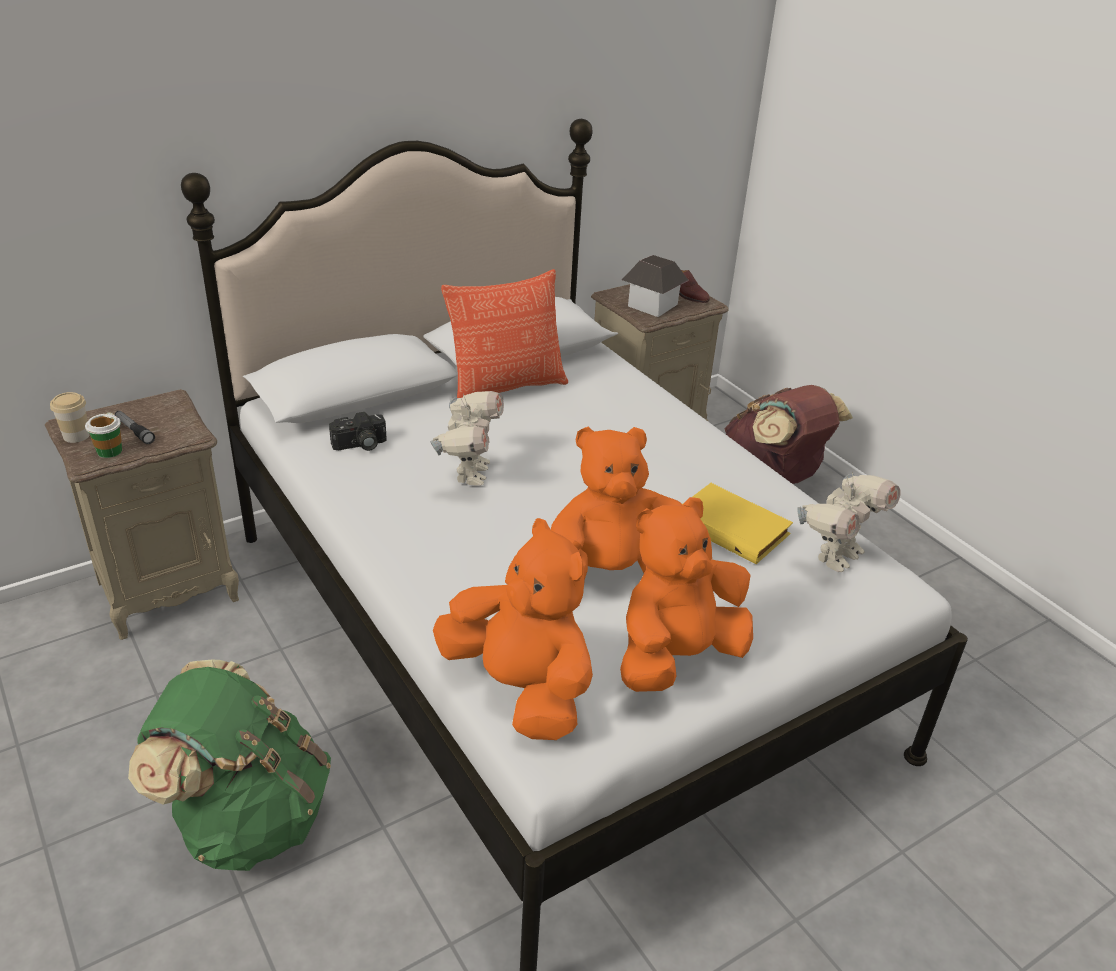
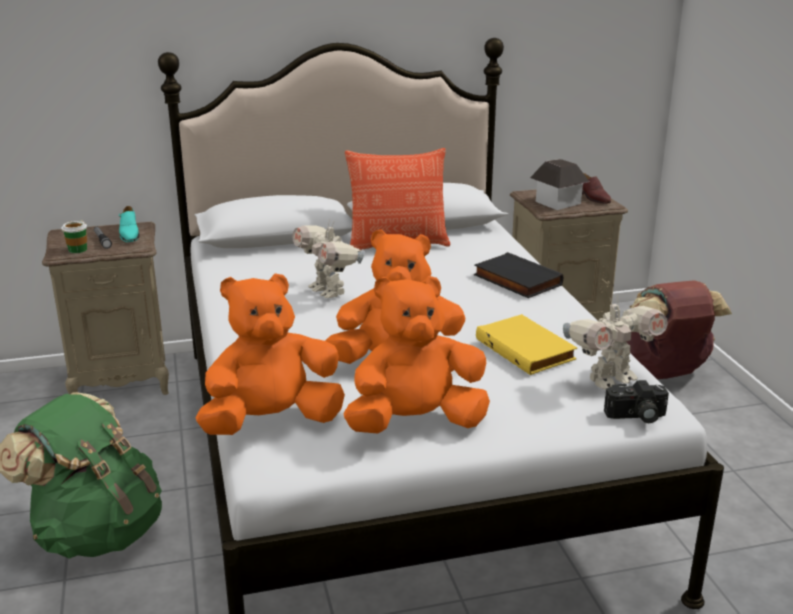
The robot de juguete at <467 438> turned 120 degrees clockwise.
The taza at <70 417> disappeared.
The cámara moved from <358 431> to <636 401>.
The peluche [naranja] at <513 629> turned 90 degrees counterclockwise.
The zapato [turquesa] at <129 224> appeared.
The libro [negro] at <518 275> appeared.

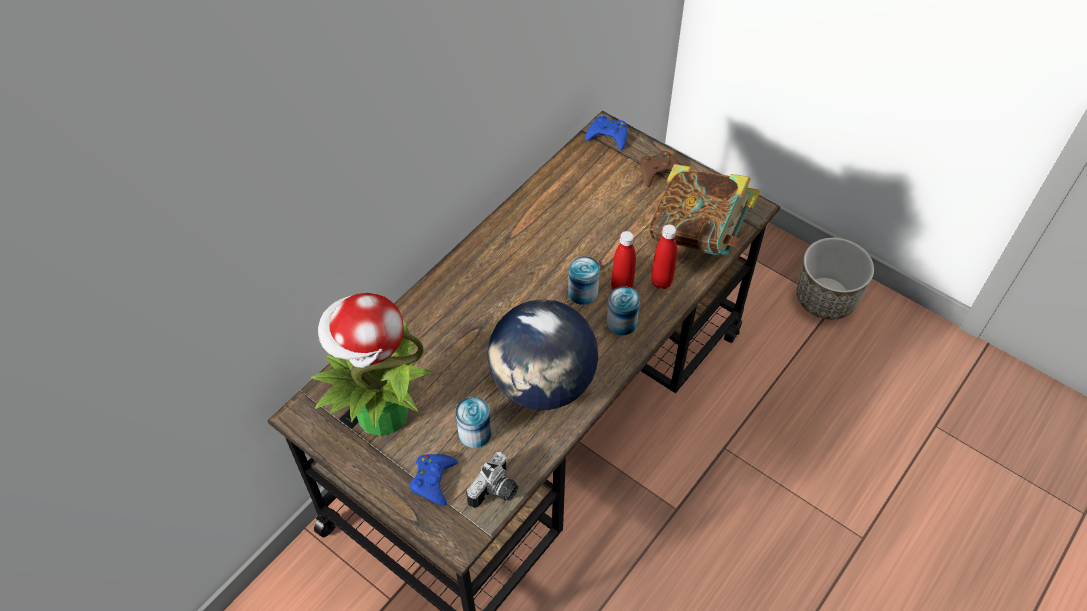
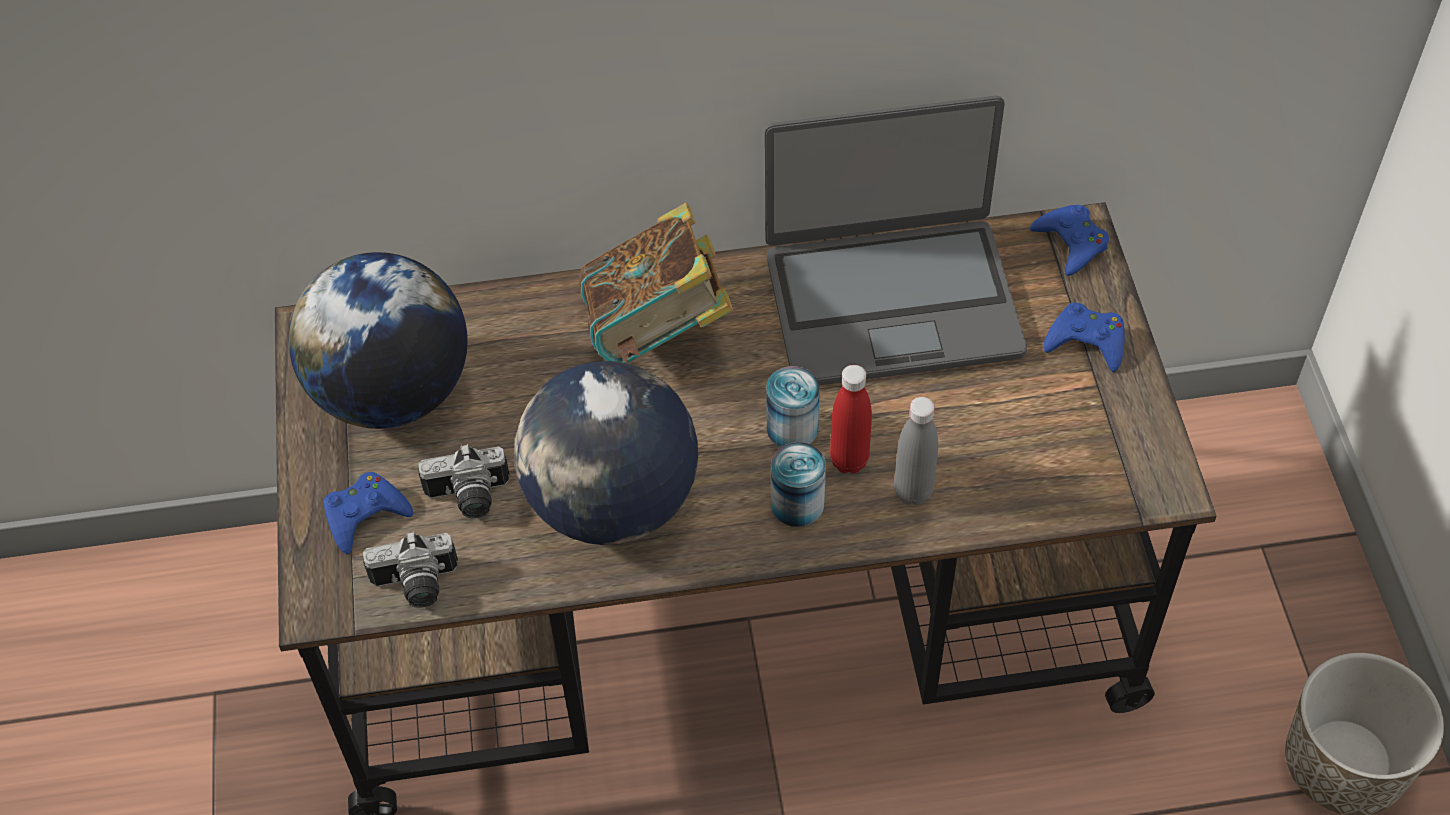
The mando de consola [marrón] at <660 169> became the mando de consola [azul] at <1084 337>.
The libro moved from <704 209> to <656 282>.
The botella [rojo] at <664 256> became the botella [gris] at <916 451>.
The planta en maceta at <371 364> was replaced by the globo terráqueo at <378 340>.
The lata at <473 422> was replaced by the cámara at <464 481>.
The portátil at <896 240> appeared.

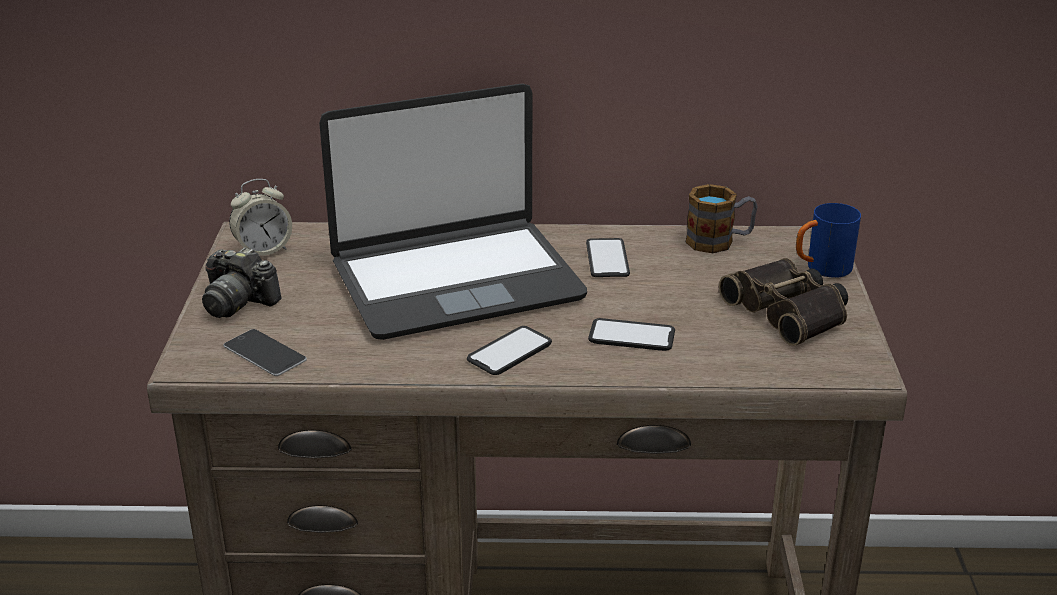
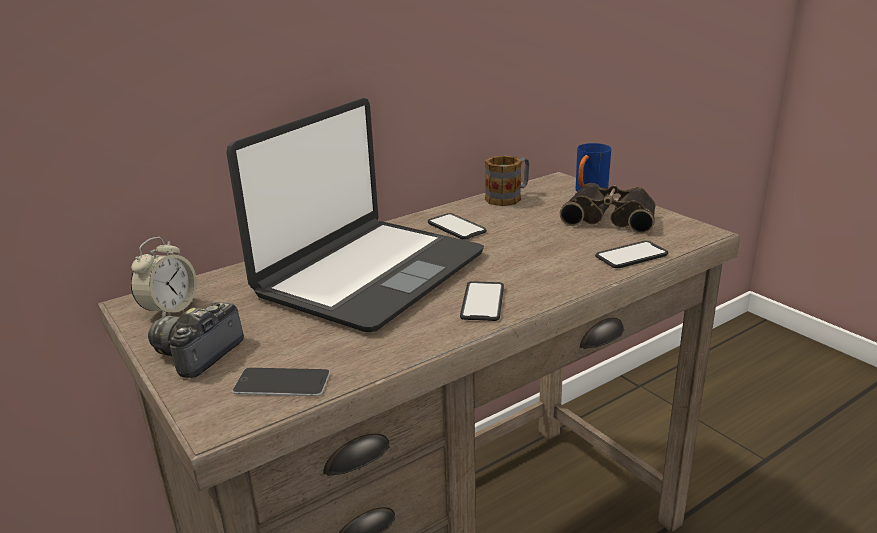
The cámara at <241 282> turned 120 degrees clockwise.
The móvil moved from <631 334> to <631 254>.

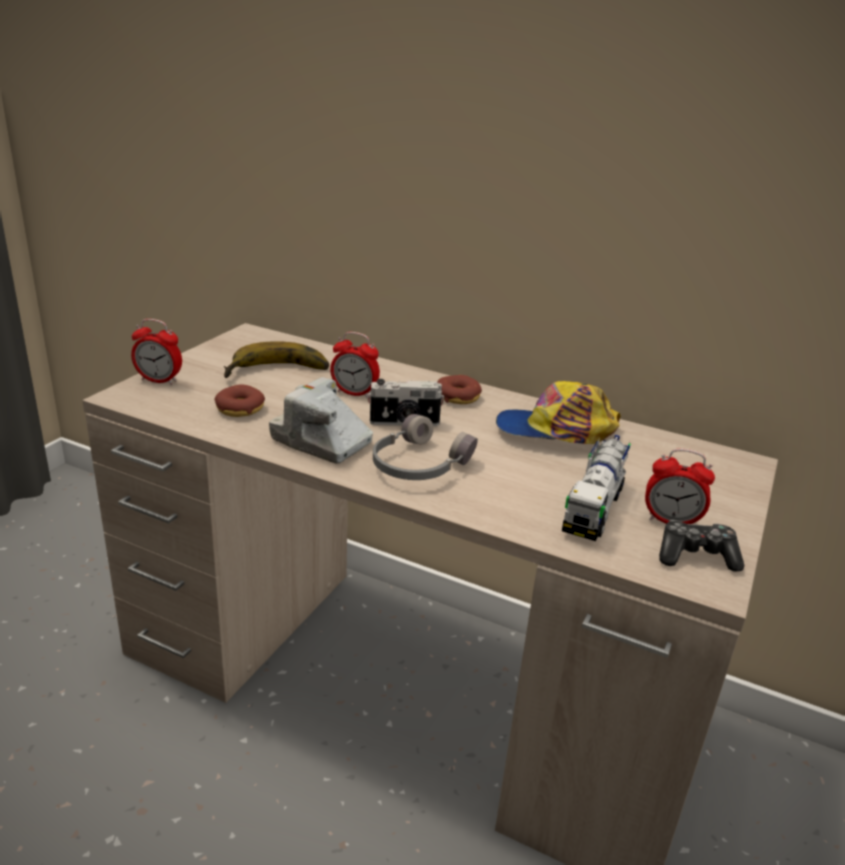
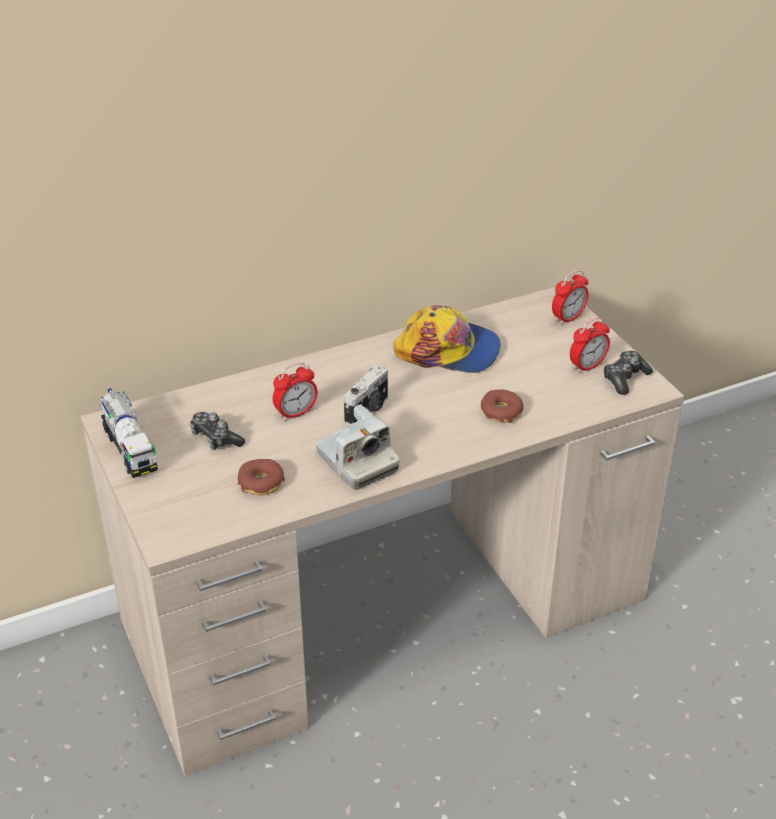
The despertador moved from <156 352> to <570 297>.
The plátano at <276 359> was replaced by the mando de consola at <217 431>.
The rosquilla moved from <459 389> to <502 406>.
The cámara at <321 420> turned 105 degrees counterclockwise.
The gorra at <558 412> turned 120 degrees counterclockwise.
The auriculares [gris] at <425 447> disappeared.
The camión de juguete moved from <596 488> to <129 433>.

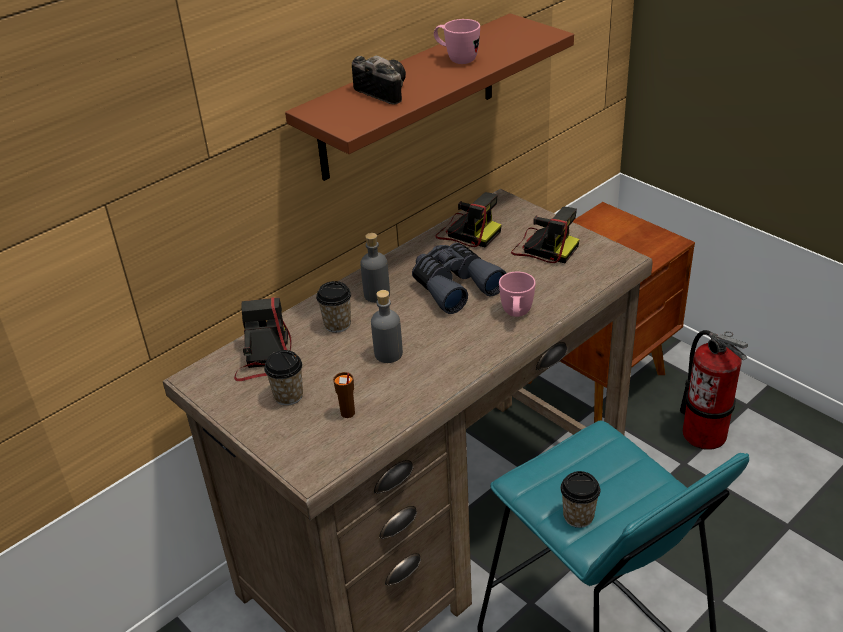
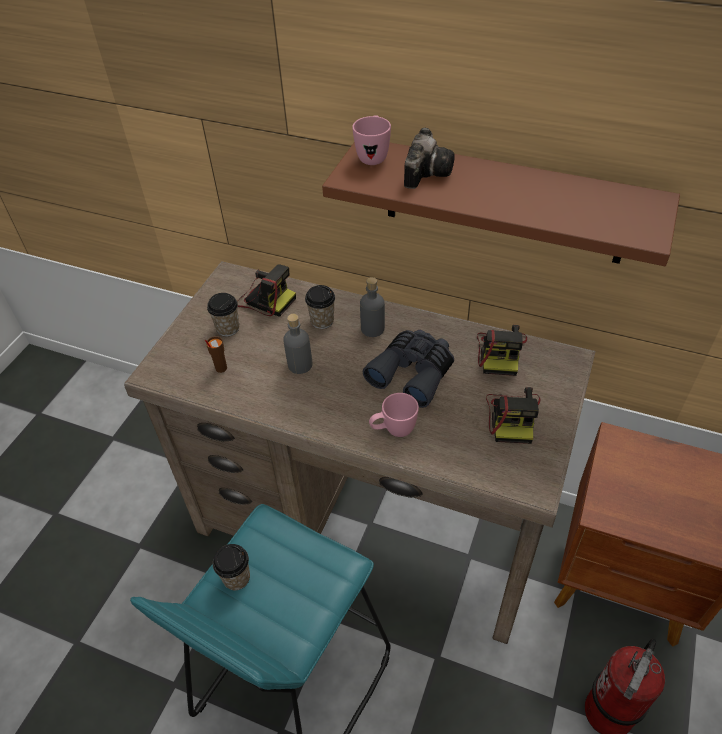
The taza grande [rosa] moved from <457 41> to <371 140>.
The cámara at <263 339> turned 60 degrees clockwise.

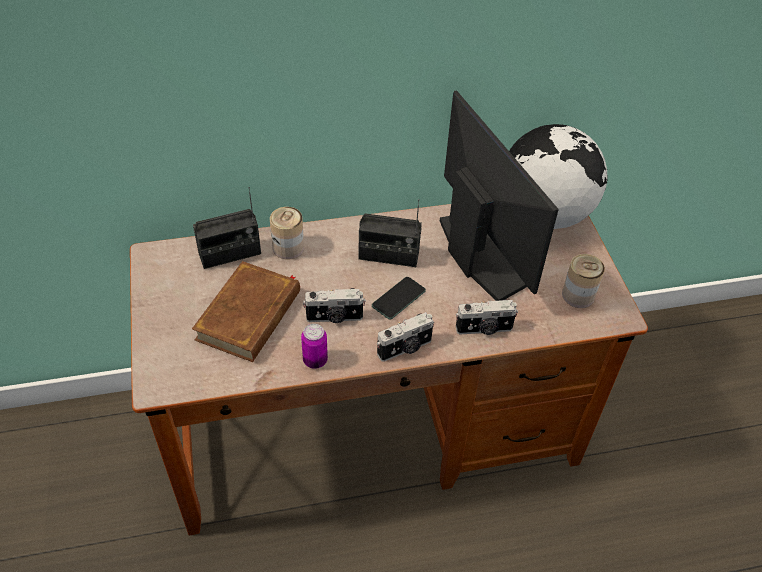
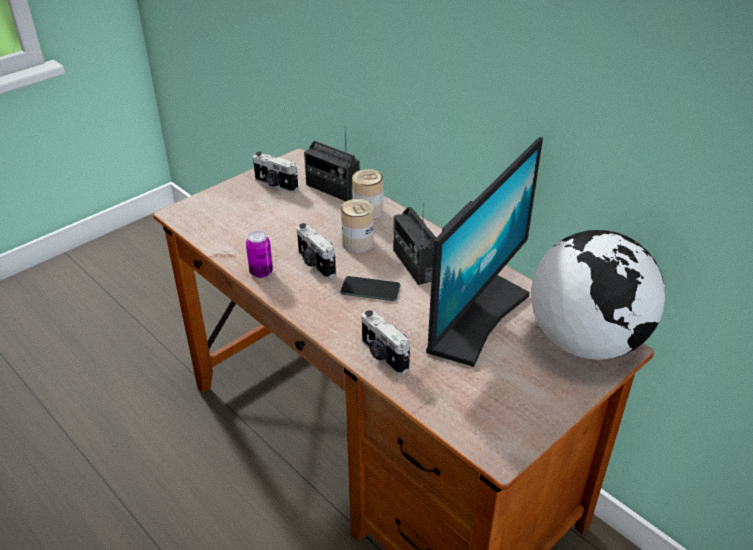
The lata moved from <583 281> to <357 226>.
The libro [marrón] at <246 311> disappeared.
The cámara moved from <405 337> to <275 172>.

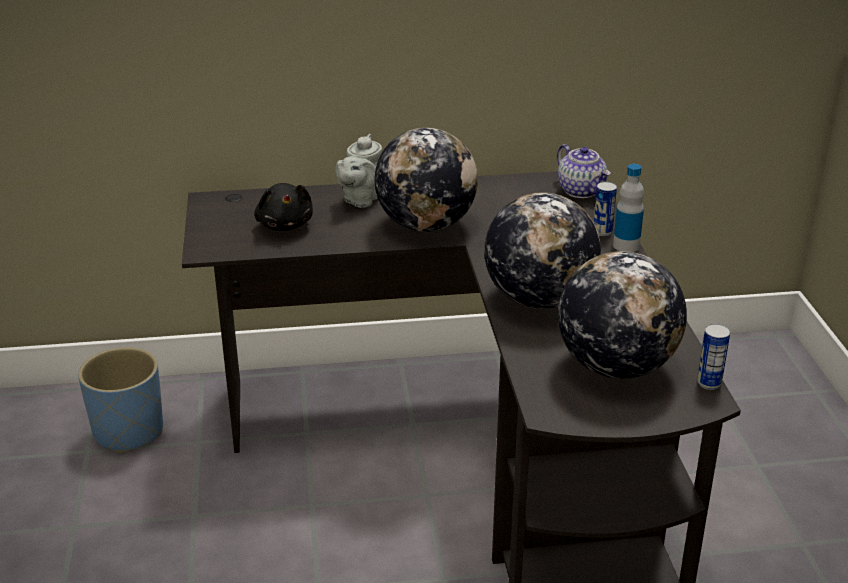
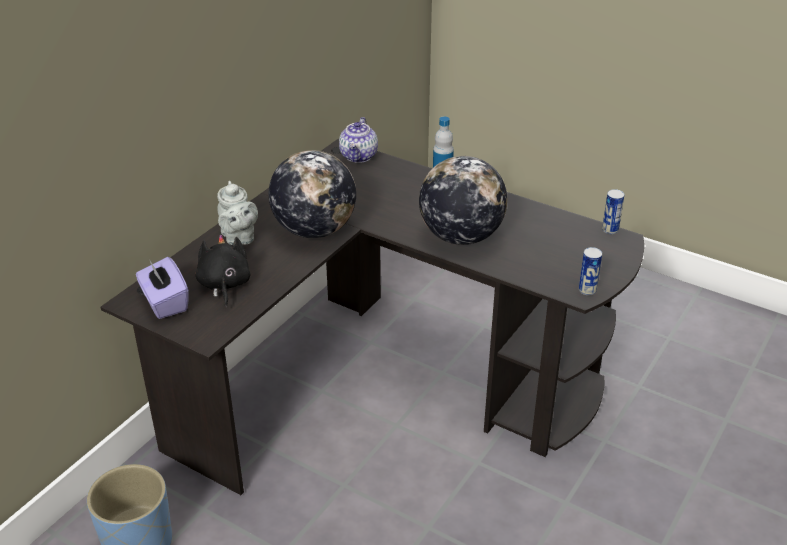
The tetera at <584 171> turned 90 degrees clockwise.
The lata moved from <605 209> to <590 271>.
The peluche [negro] at <283 207> turned 120 degrees counterclockwise.
The globo terráqueo at <622 315> disappeared.
The caja de pañuelos [morado] at <162 288> appeared.

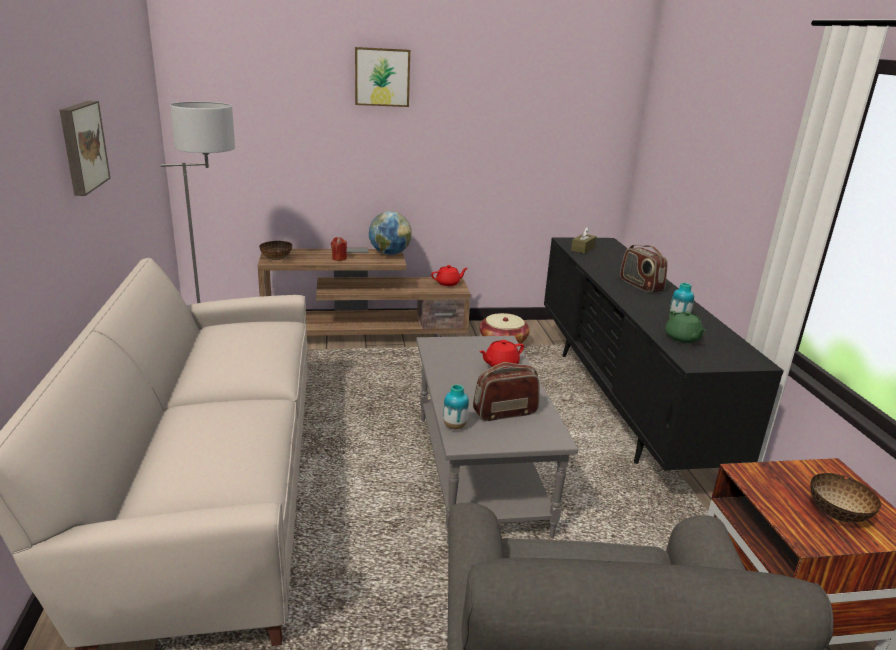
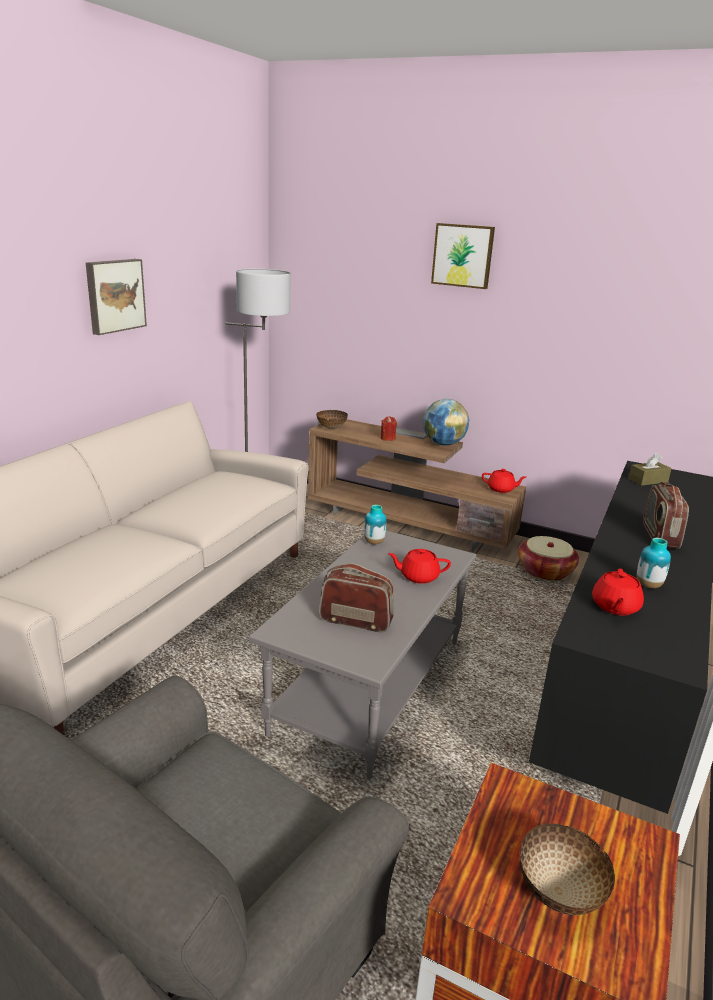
The tetera [verde] at <685 327> became the tetera [rojo] at <618 591>.
The florero moved from <456 406> to <375 524>.

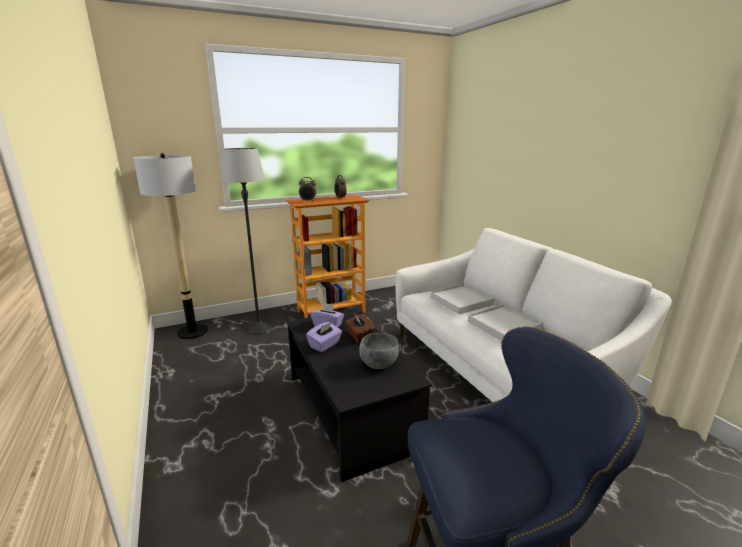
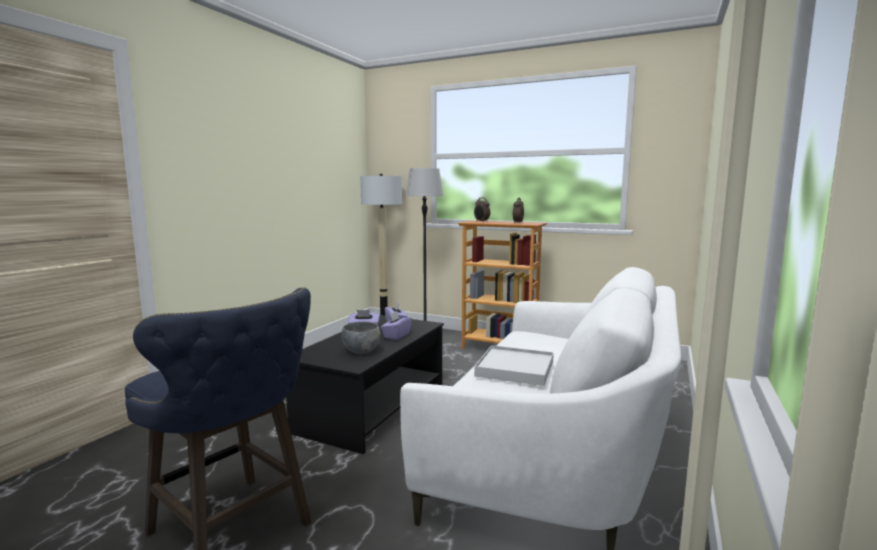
The bandeja [blanco] at <462 299> disappeared.
The caja de pañuelos [marrón] at <360 328> became the caja de pañuelos [morado] at <396 325>.

